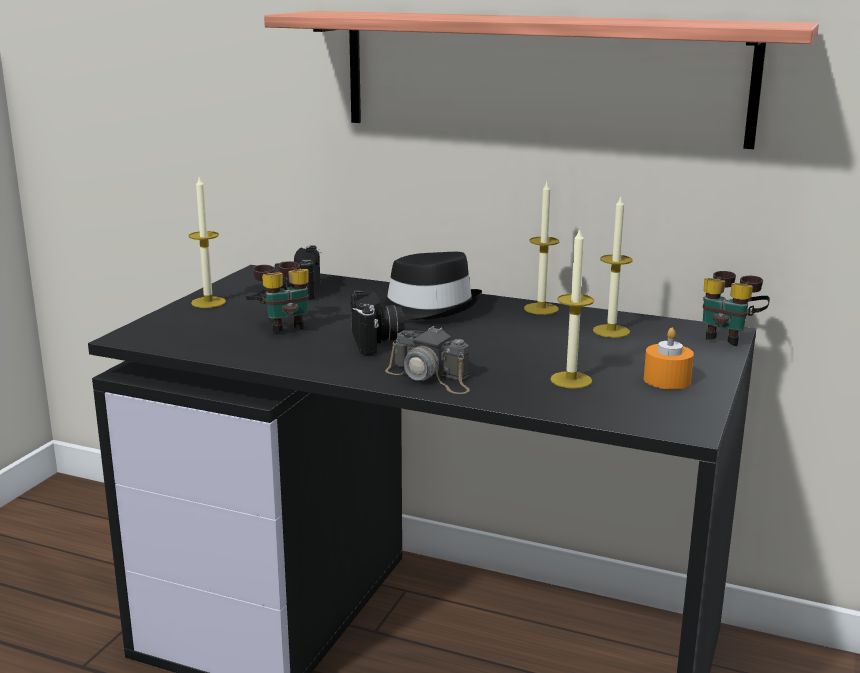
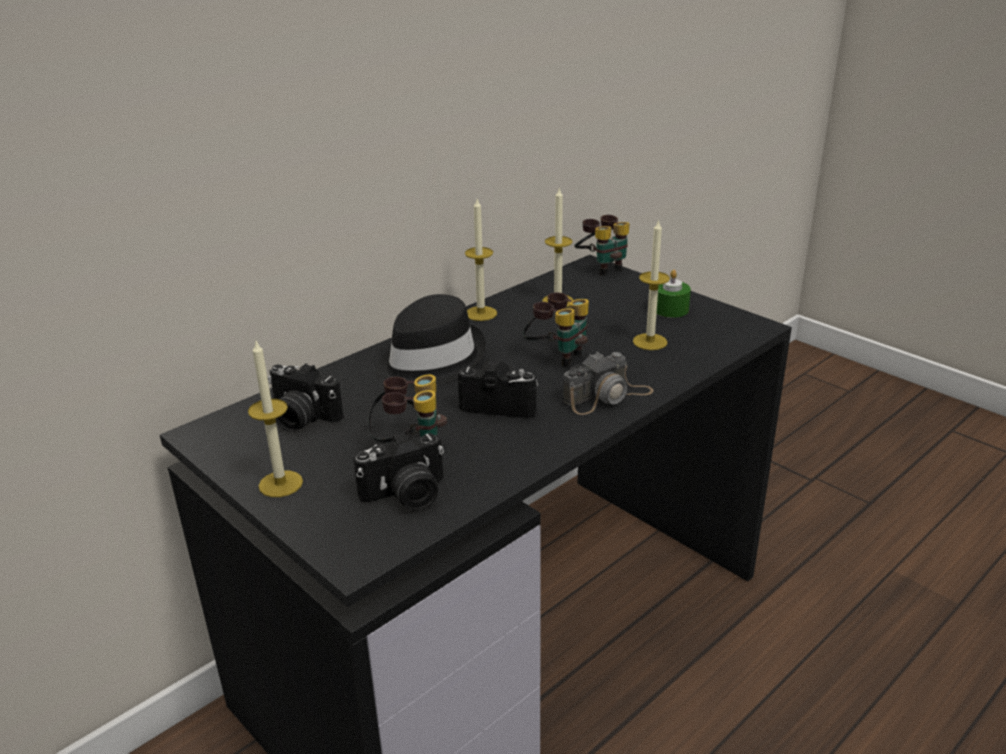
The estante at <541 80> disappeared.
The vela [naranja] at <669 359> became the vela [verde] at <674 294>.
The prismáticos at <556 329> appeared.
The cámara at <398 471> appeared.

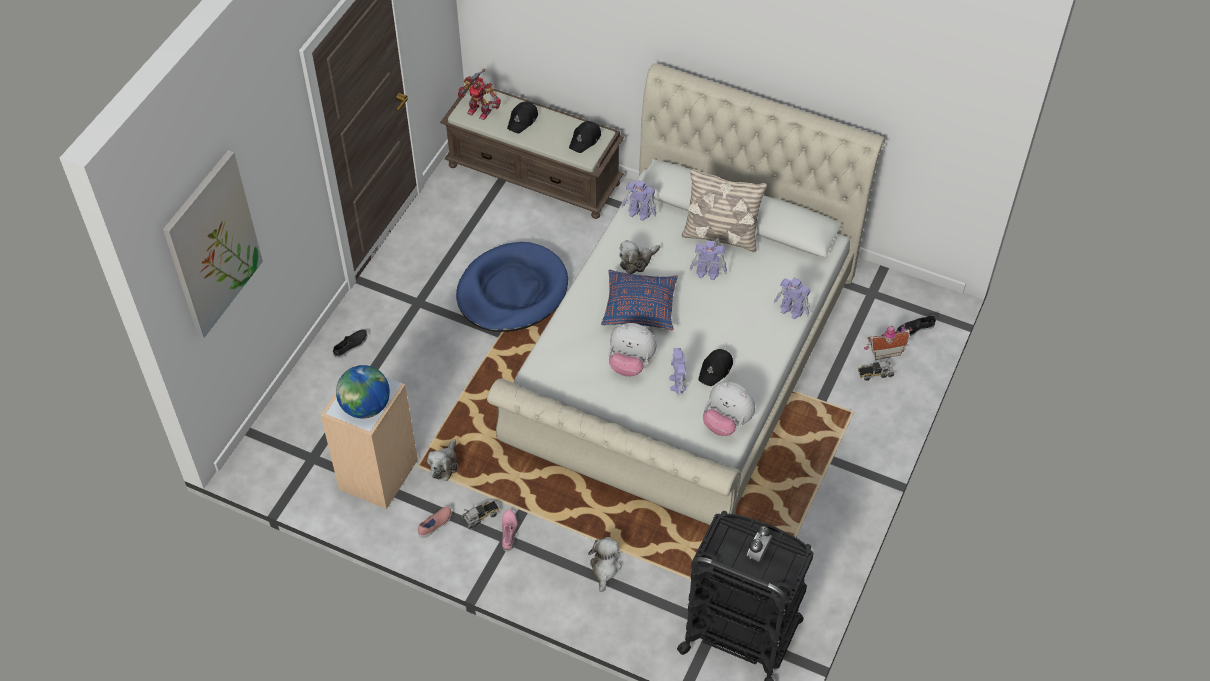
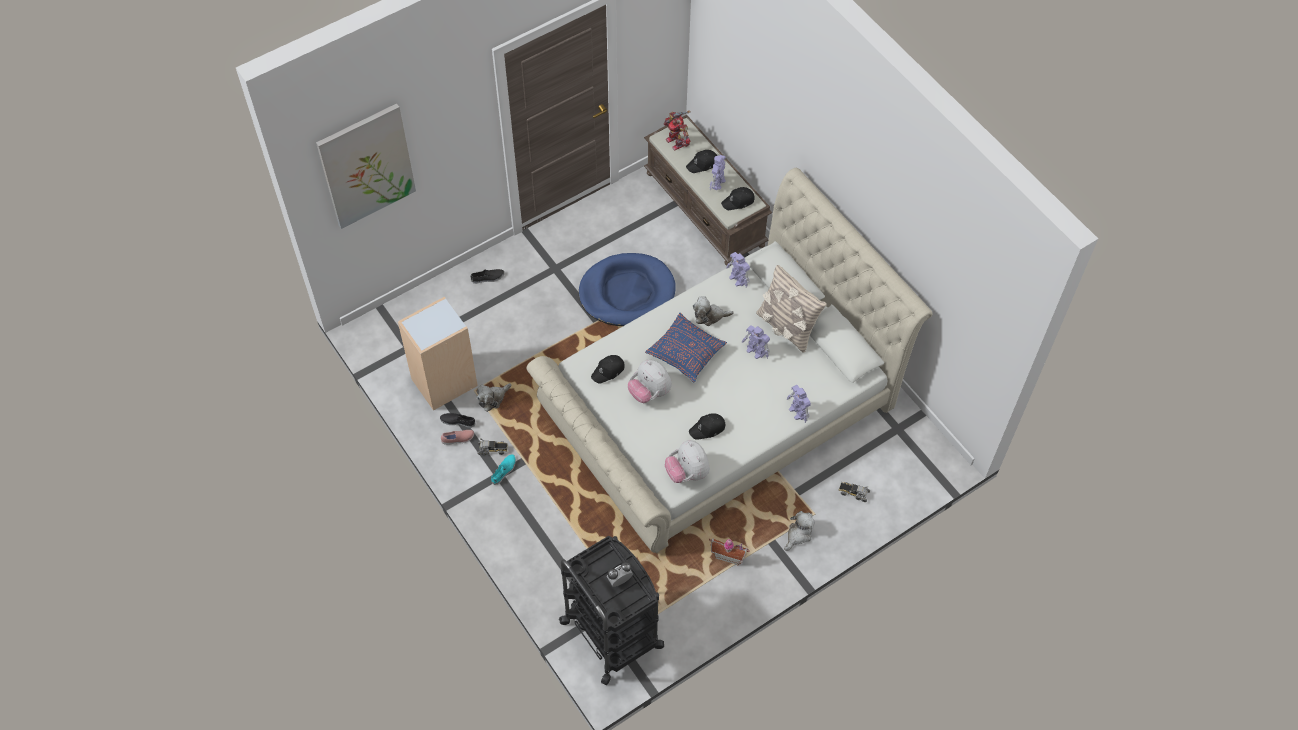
The zapato [negro] moved from <916 325> to <457 420>.
The casita moved from <888 342> to <729 552>.
The robot de juguete moved from <677 372> to <718 172>.
The globo terráqueo at <363 391> disappeared.
The zapato [rosa] at <509 531> became the zapato [turquesa] at <503 469>.
The peluche moved from <605 564> to <799 531>.
The gorra [negro] at <608 369> appeared.

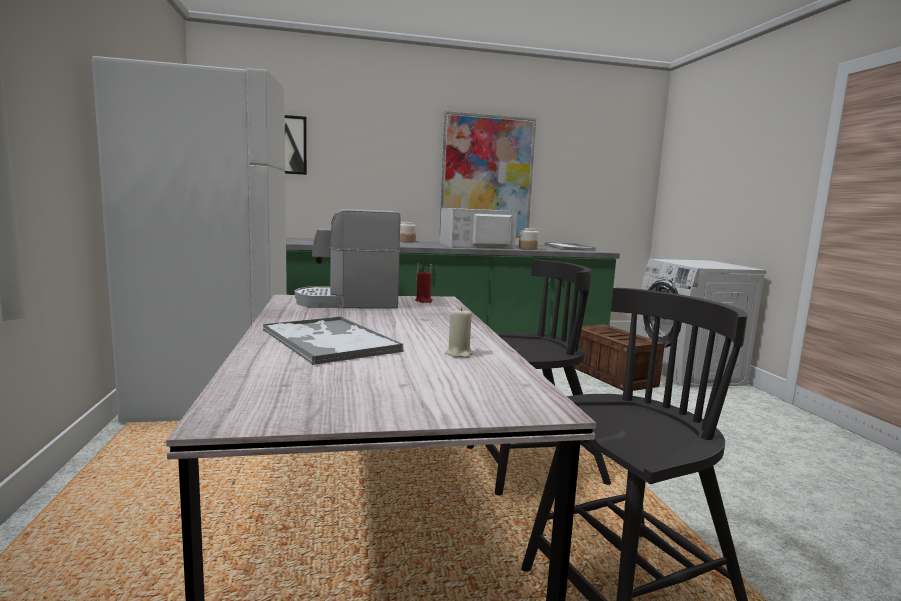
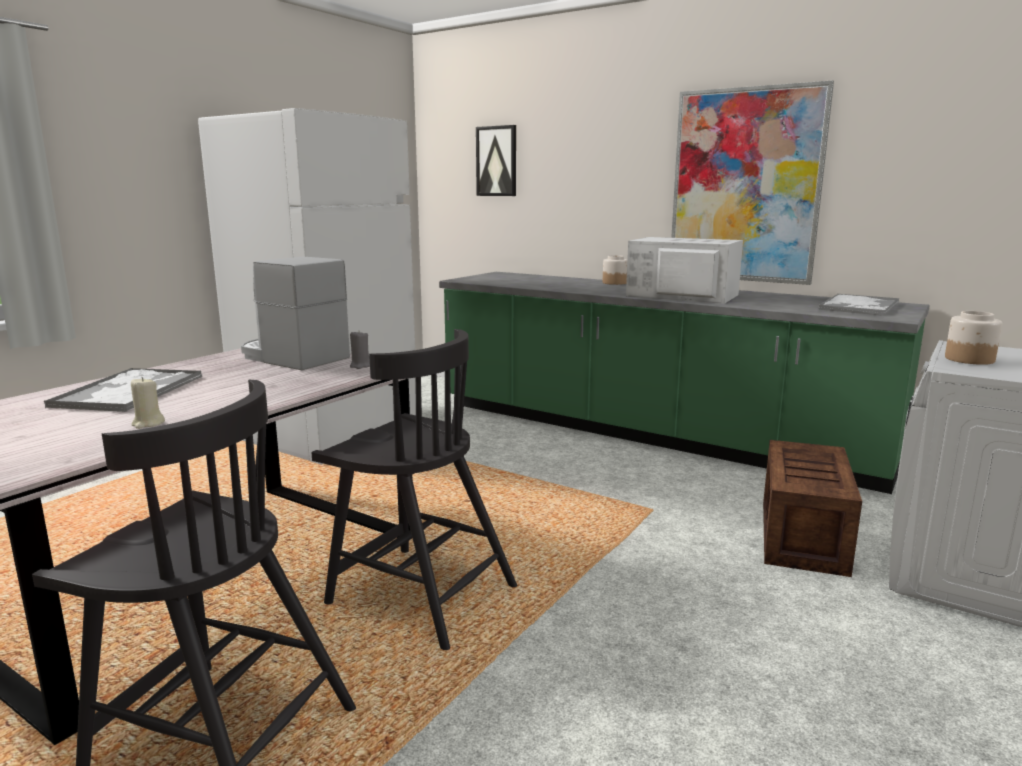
The tarro moved from <529 239> to <973 338>.
The vela [rojo] at <424 287> became the vela [gris] at <360 350>.

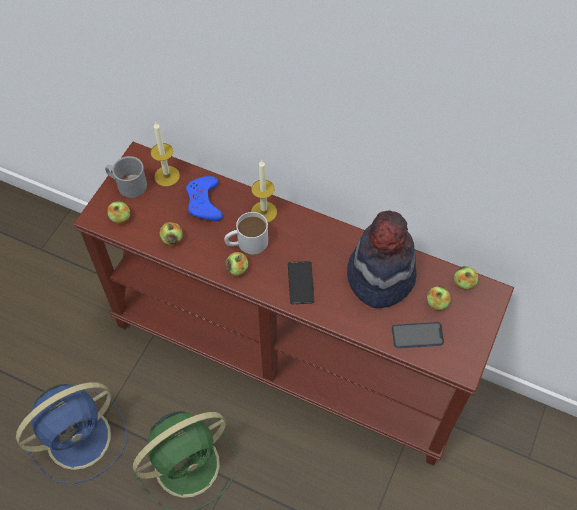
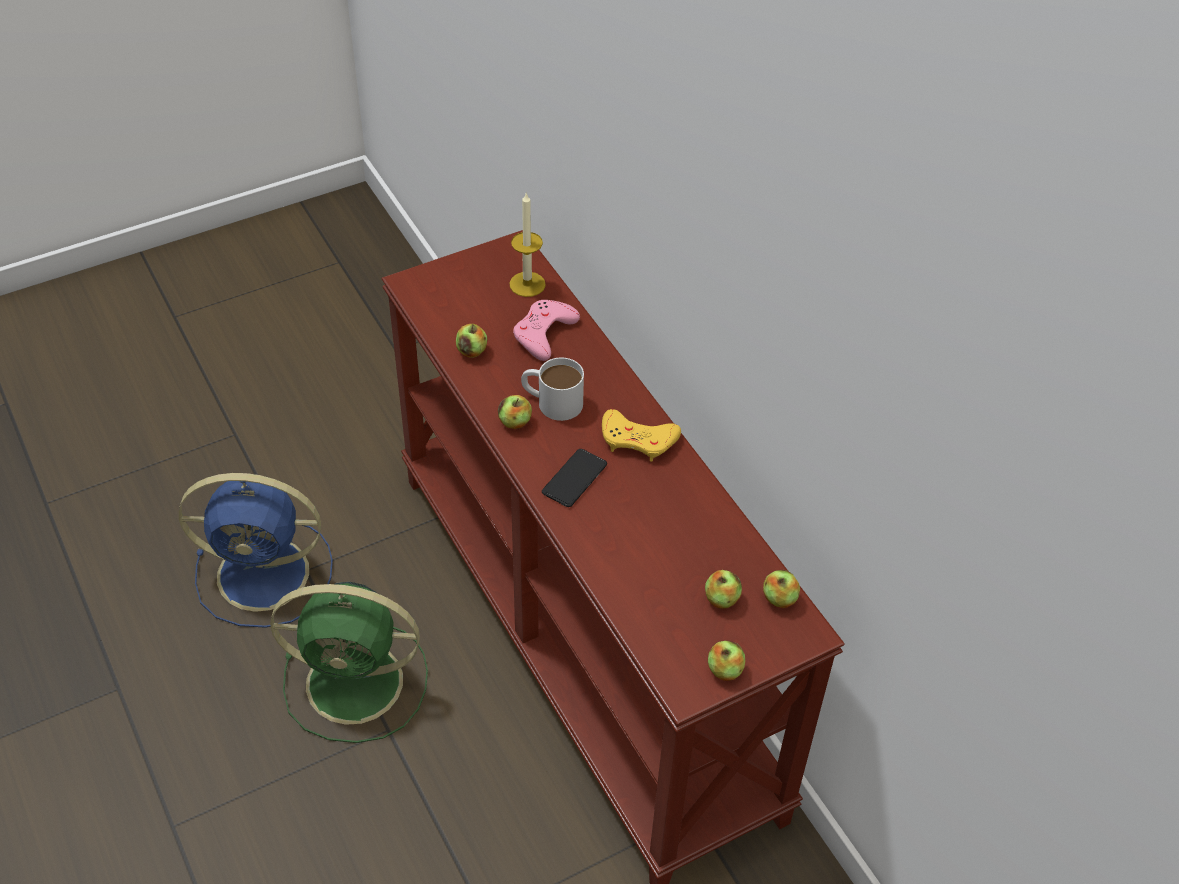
The taza grande [gris] at <126 177> disappeared.
The vela at <264 191> disappeared.
The mando de consola [azul] at <204 198> became the mando de consola [rosa] at <546 330>.
The manzana moved from <118 212> to <727 661>.
The sombrero at <382 259> disappeared.
The móvil at <417 335> disappeared.
The mando de consola [amarillo] at <641 435> appeared.

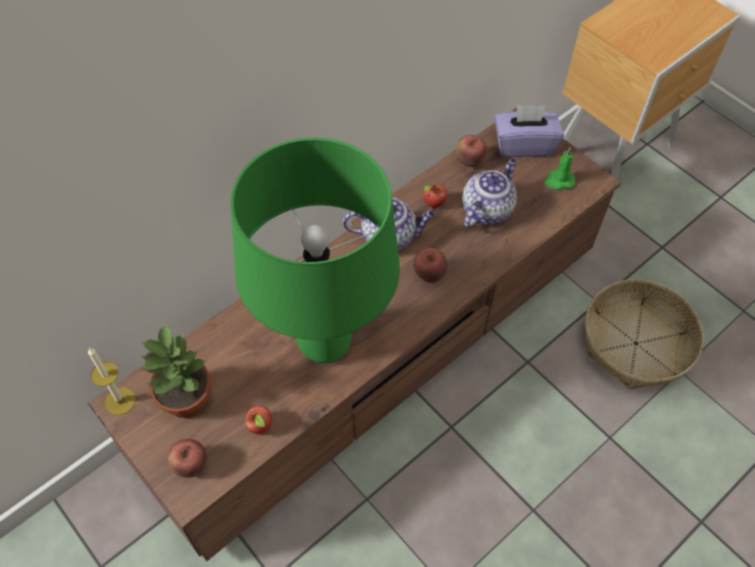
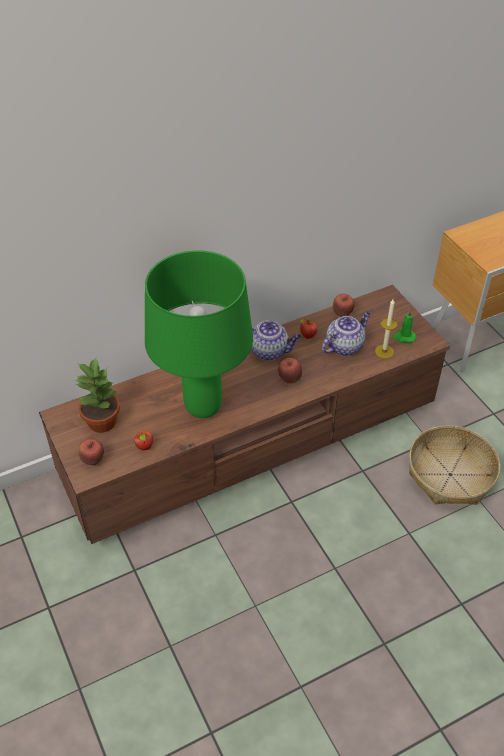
The caja de pañuelos [morado] at <529 131> disappeared.
The vela moved from <112 381> to <386 329>.

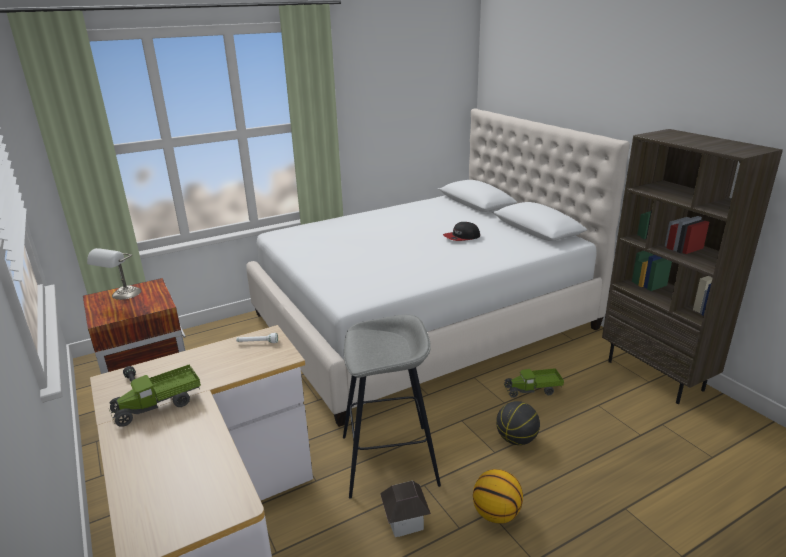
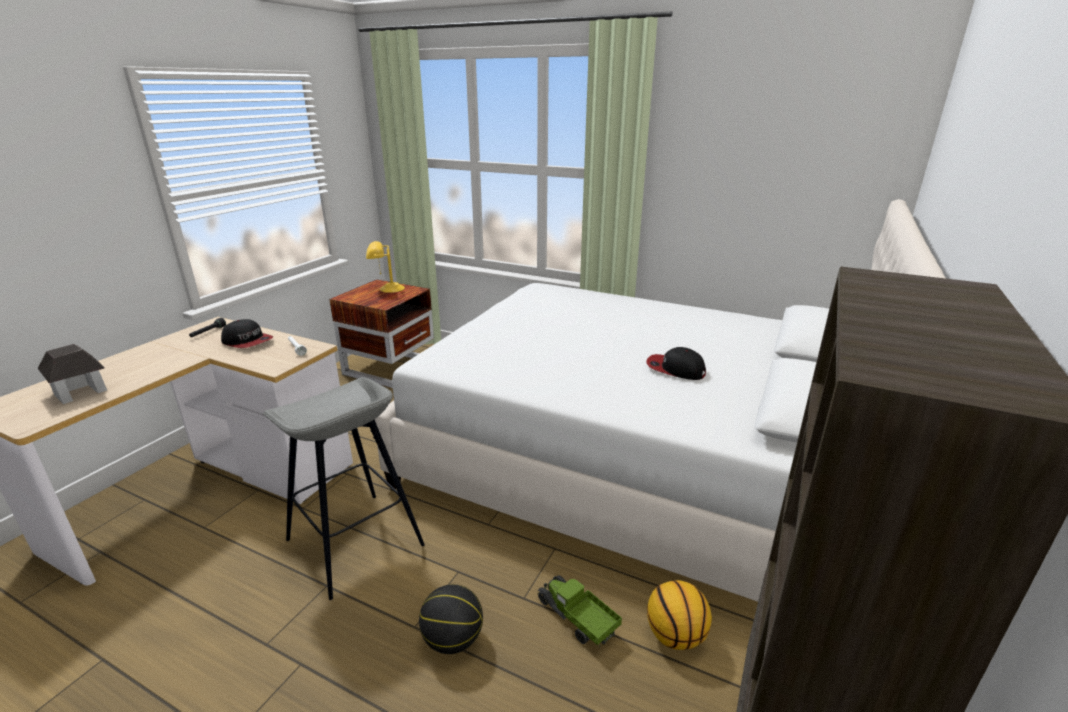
The lámpara de mesa [blanco] at <114 274> became the lámpara de mesa [amarillo] at <385 267>.
The camión de juguete at <155 395> disappeared.
The balón de baloncesto moved from <498 496> to <679 615>.
The casita moved from <405 509> to <72 374>.
The gorra at <247 333> appeared.

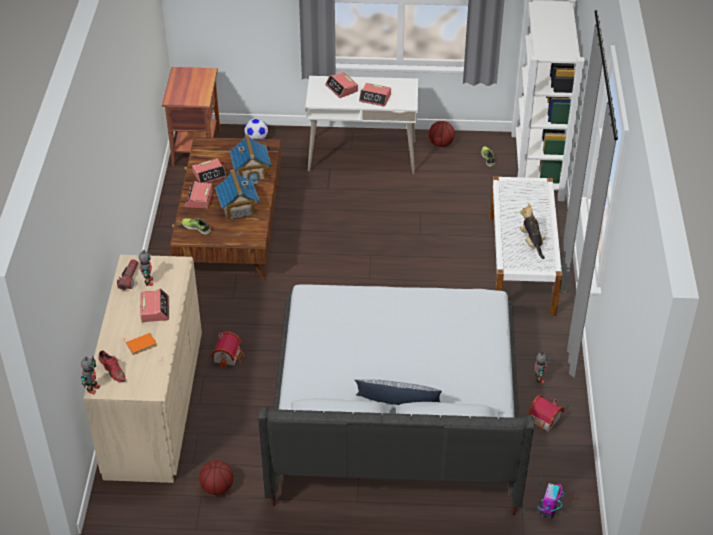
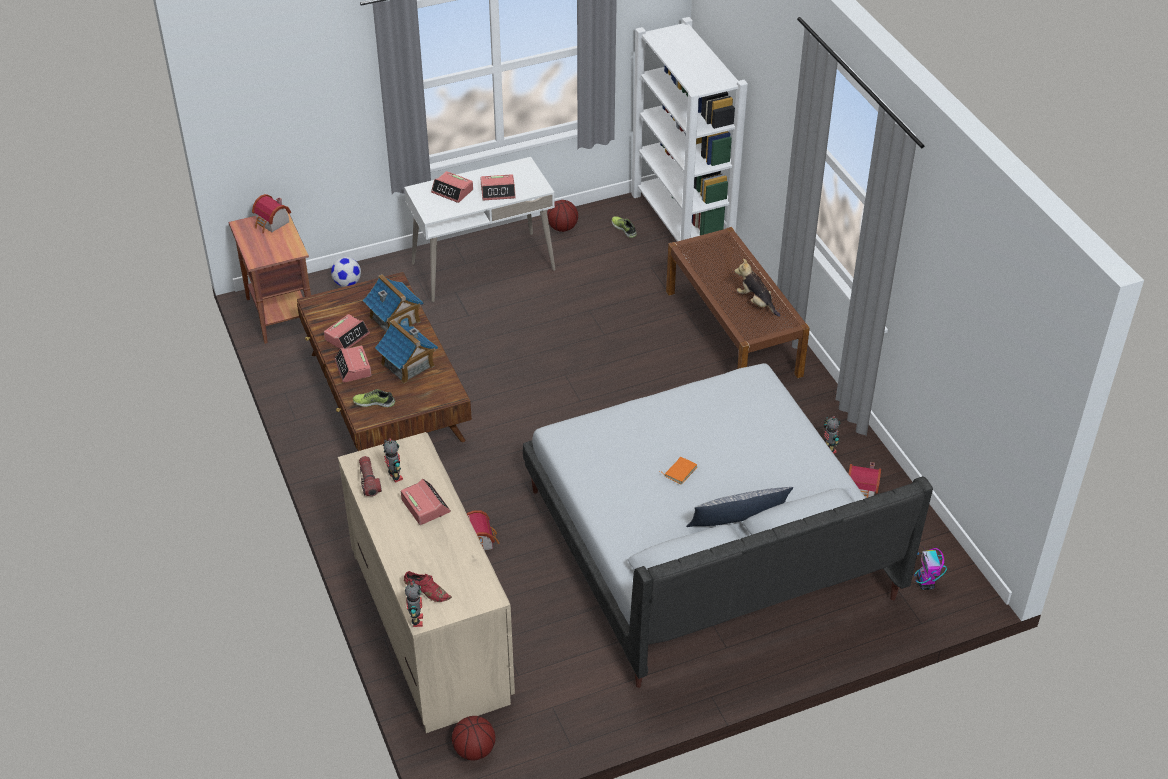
The banco [blanco] at <525 246> became the banco [marrón] at <738 302>.
The libro [naranja] moved from <140 344> to <678 471>.
The balón de baloncesto moved from <216 478> to <474 738>.
The casita at <271 213> appeared.

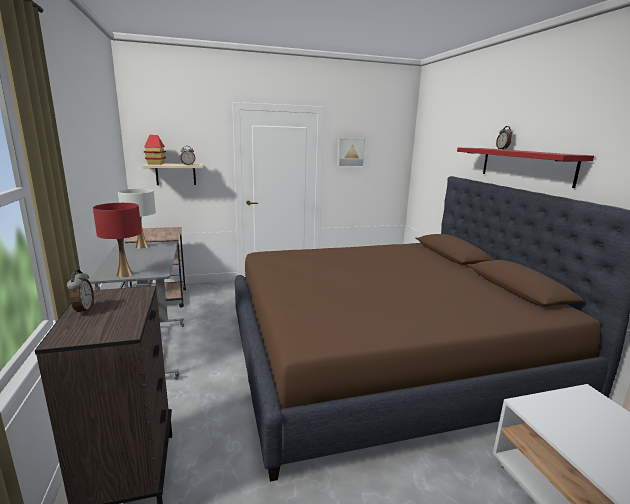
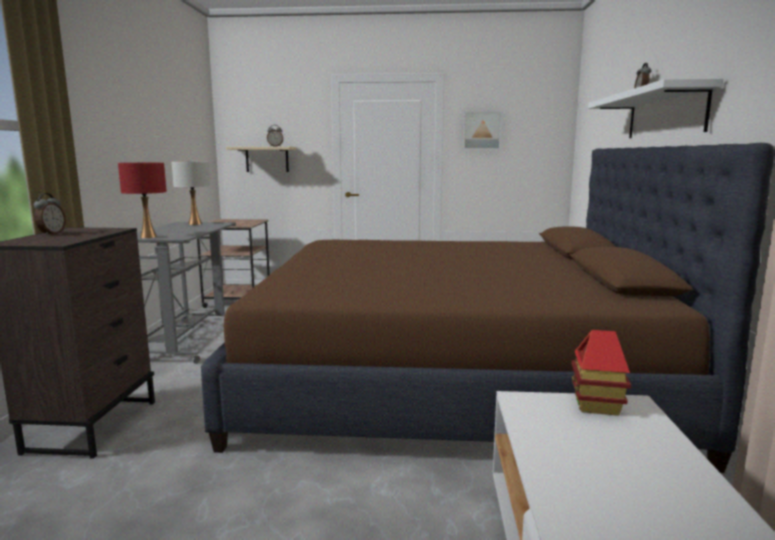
The casita moved from <155 150> to <601 373>.
The estante [rojo] at <525 168> became the estante [blanco] at <655 108>.

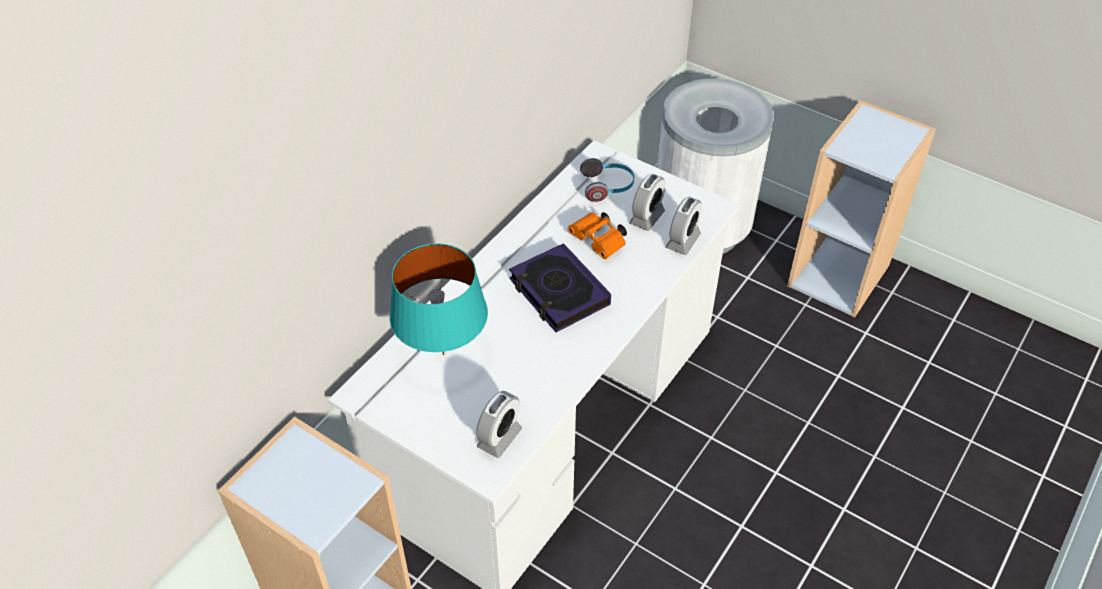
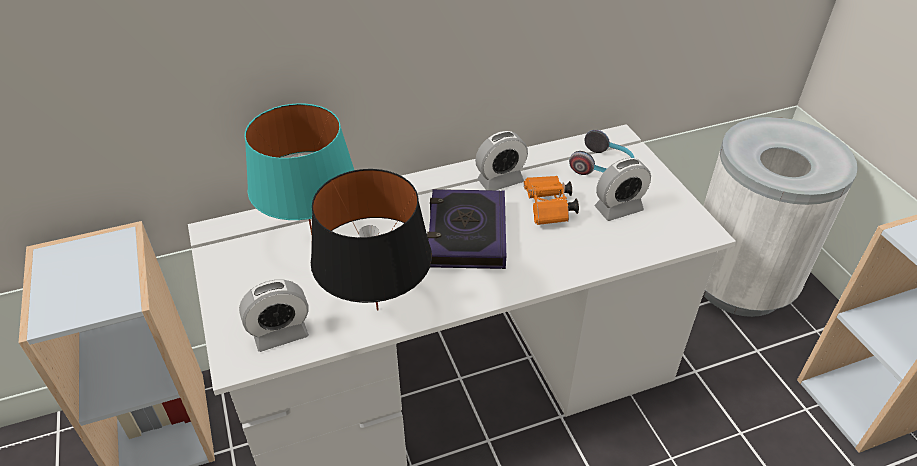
The despertador moved from <683 226> to <501 160>.
The lámpara de mesa [negro] at <371 240> appeared.

